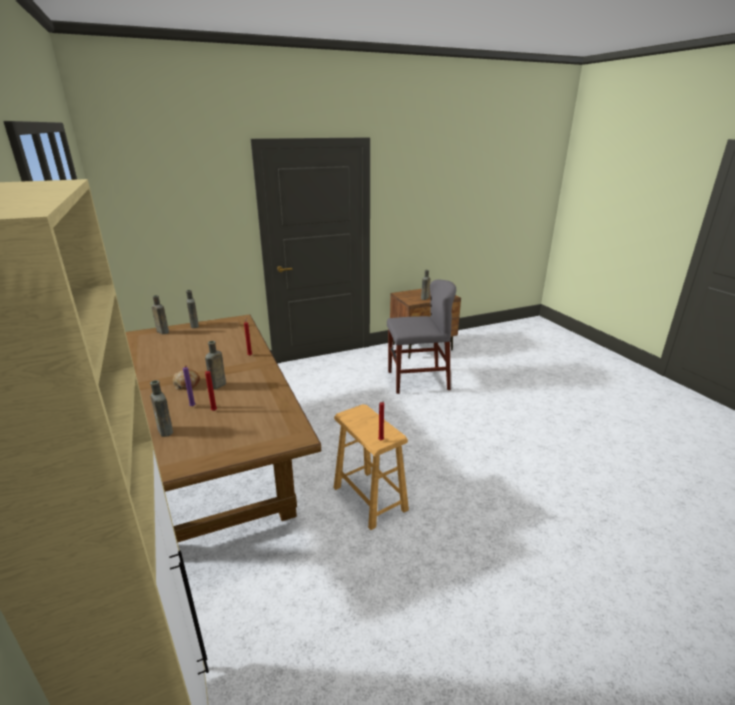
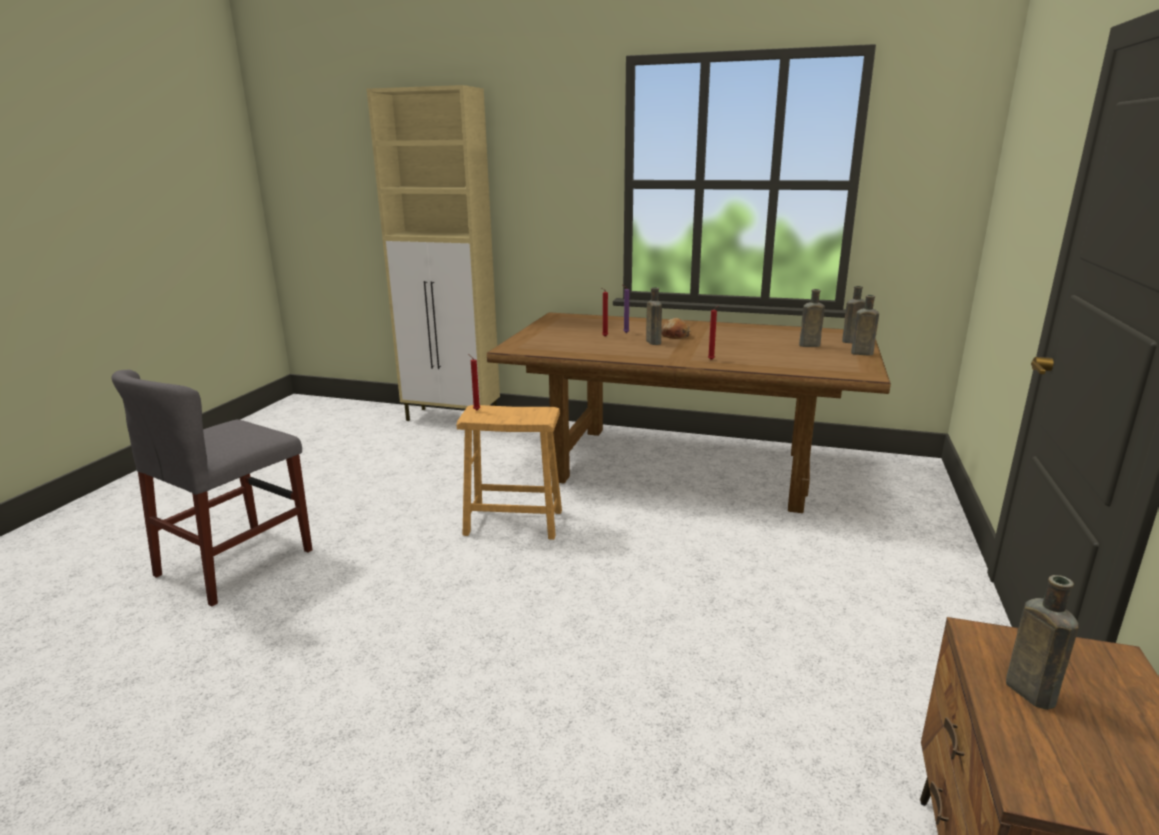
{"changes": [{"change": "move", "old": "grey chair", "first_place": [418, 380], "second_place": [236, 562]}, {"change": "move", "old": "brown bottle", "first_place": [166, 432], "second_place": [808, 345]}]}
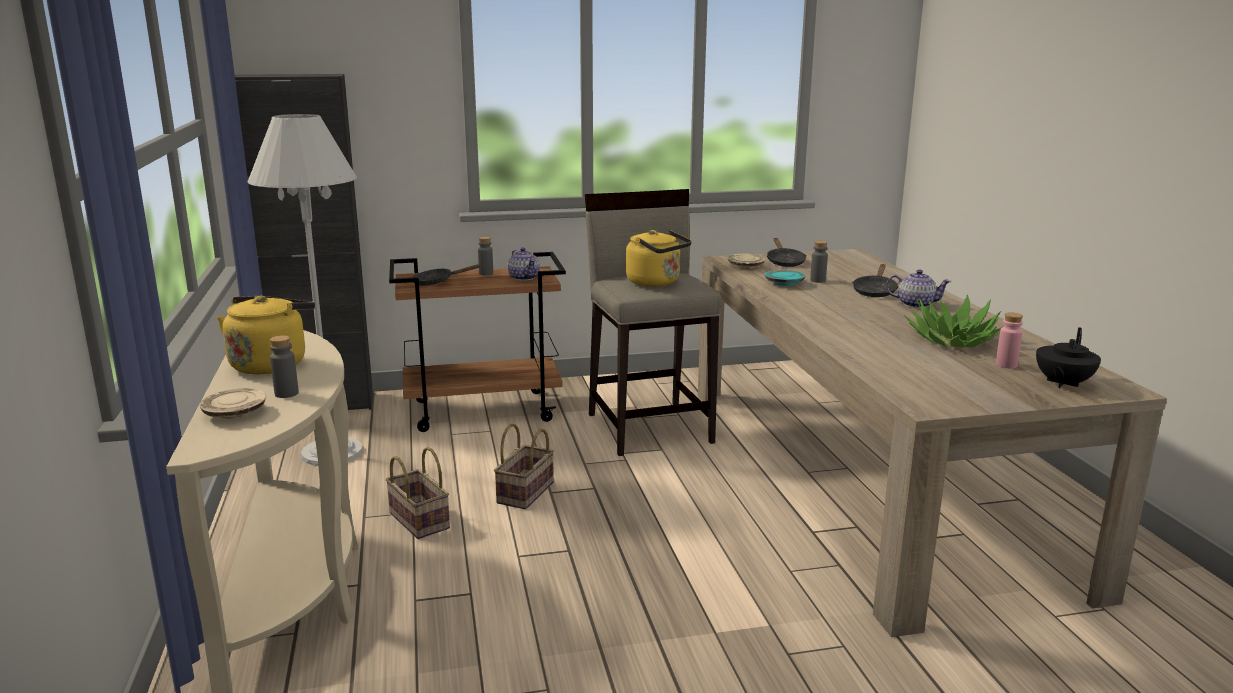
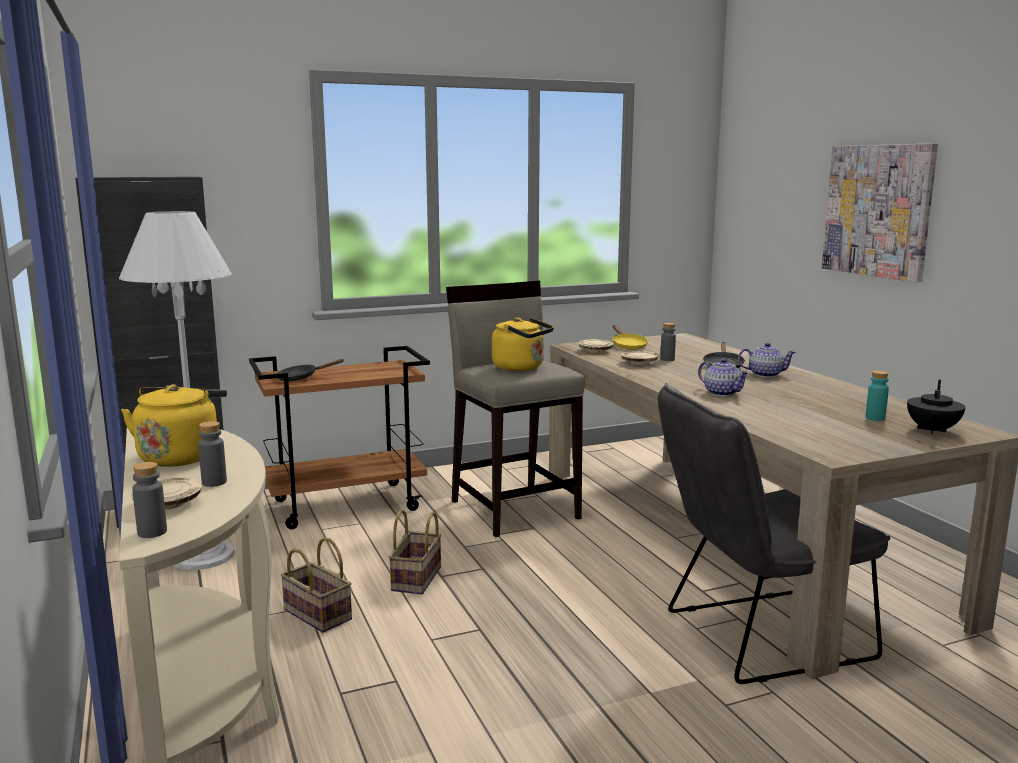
{"changes": [{"change": "move", "old": "grey bottle", "first_place": [486, 273], "second_place": [152, 532]}, {"change": "recolor", "old": "black frying pan", "new": "yellow frying pan", "first_place": [784, 262], "second_place": [627, 346]}, {"change": "recolor", "old": "turquoise plate", "new": "beige plate", "first_place": [784, 283], "second_place": [639, 363]}, {"change": "insert", "new": "grey chair", "second_place": [755, 637]}, {"change": "move", "old": "teapot", "first_place": [524, 277], "second_place": [722, 393]}, {"change": "insert", "new": "picture", "second_place": [878, 210]}, {"change": "recolor", "old": "pink bottle", "new": "turquoise bottle", "first_place": [1006, 365], "second_place": [875, 418]}, {"change": "delete", "old": "potted plant", "first_place": [952, 340]}]}
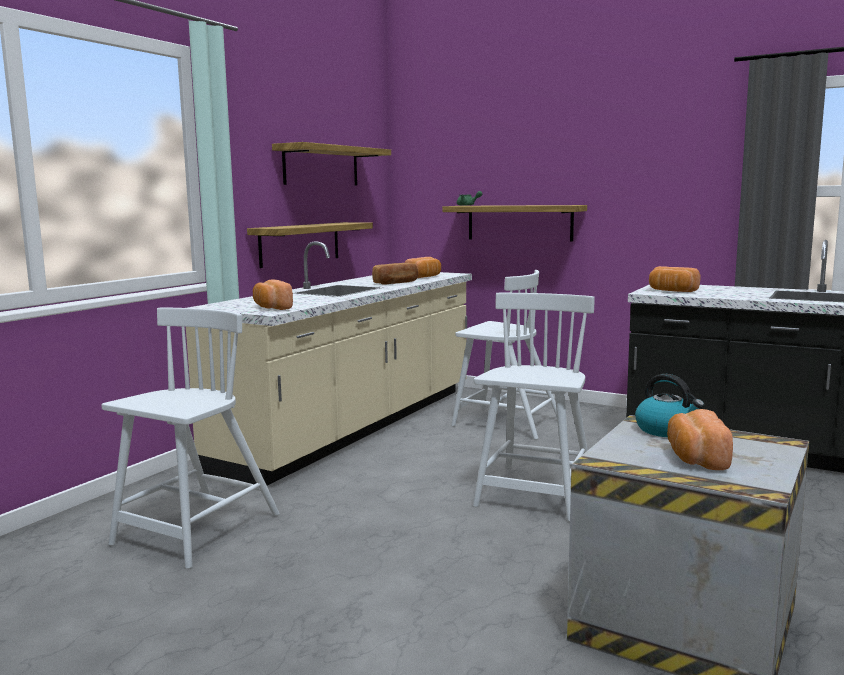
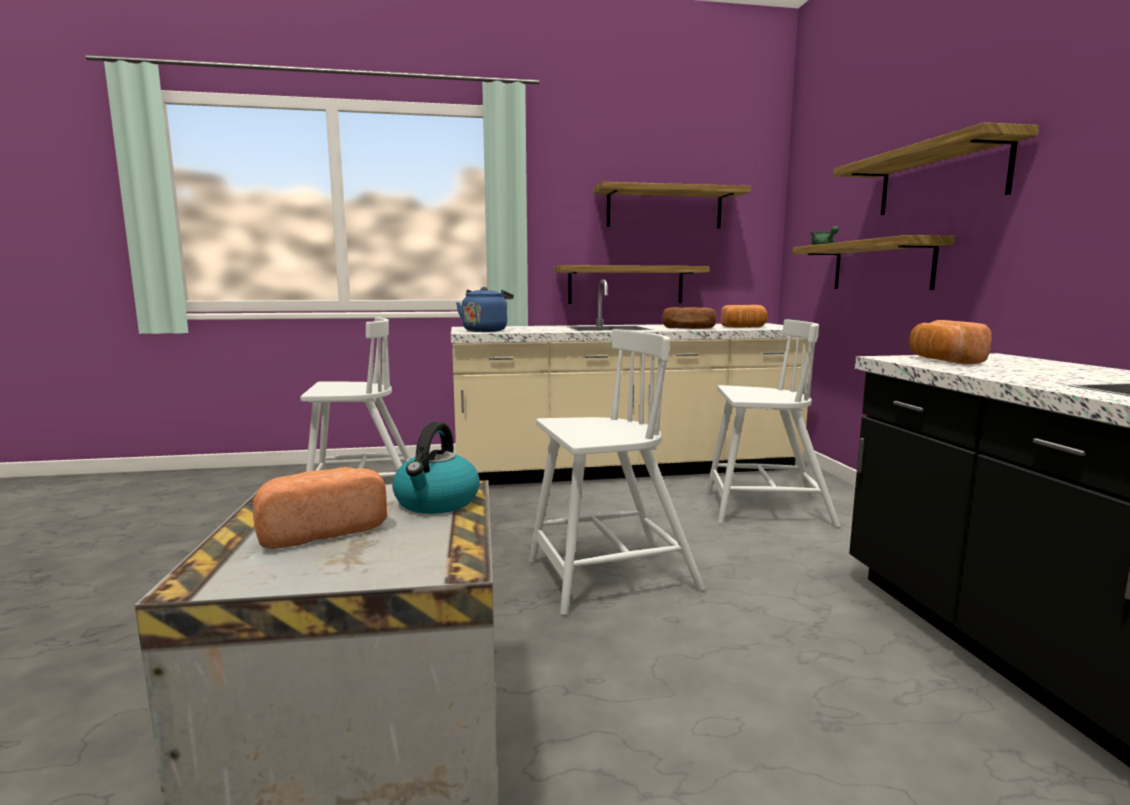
{"changes": [{"change": "replace", "old": "bread", "new": "blue kettle", "first_place": [271, 308], "second_place": [486, 331]}, {"change": "rotate", "old": "white chair", "first_place": [505, 422], "second_place": [764, 509], "degrees": -75}, {"change": "insert", "new": "shelf", "second_place": [940, 178]}]}
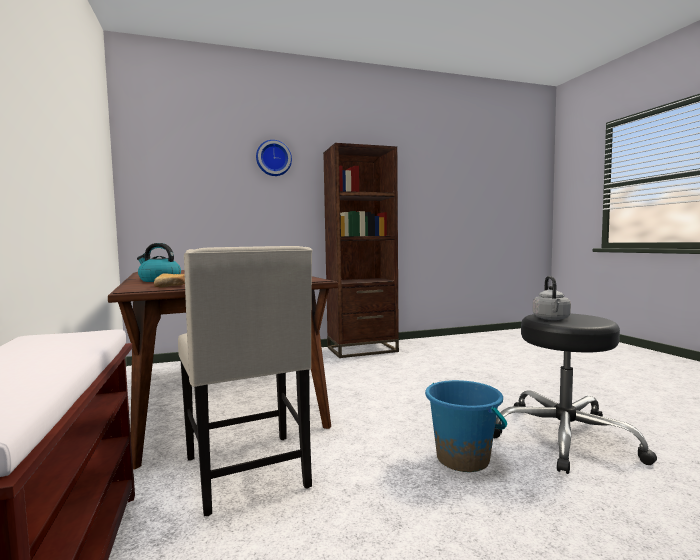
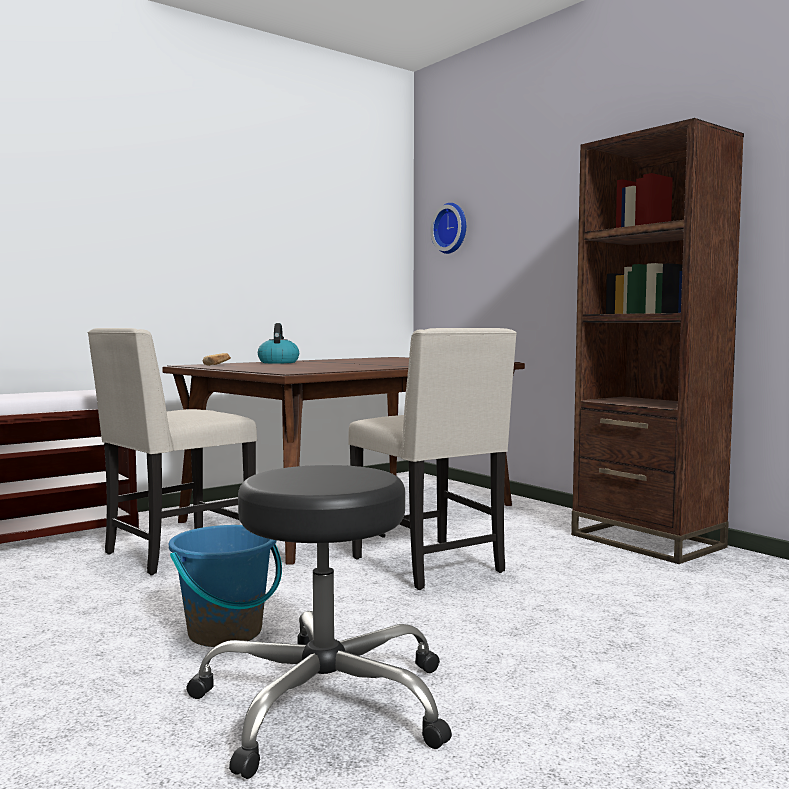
{"changes": [{"change": "insert", "new": "beige chair", "second_place": [431, 565]}, {"change": "move", "old": "wall clock", "first_place": [273, 158], "second_place": [452, 228]}, {"change": "delete", "old": "grey kettle", "first_place": [551, 319]}]}
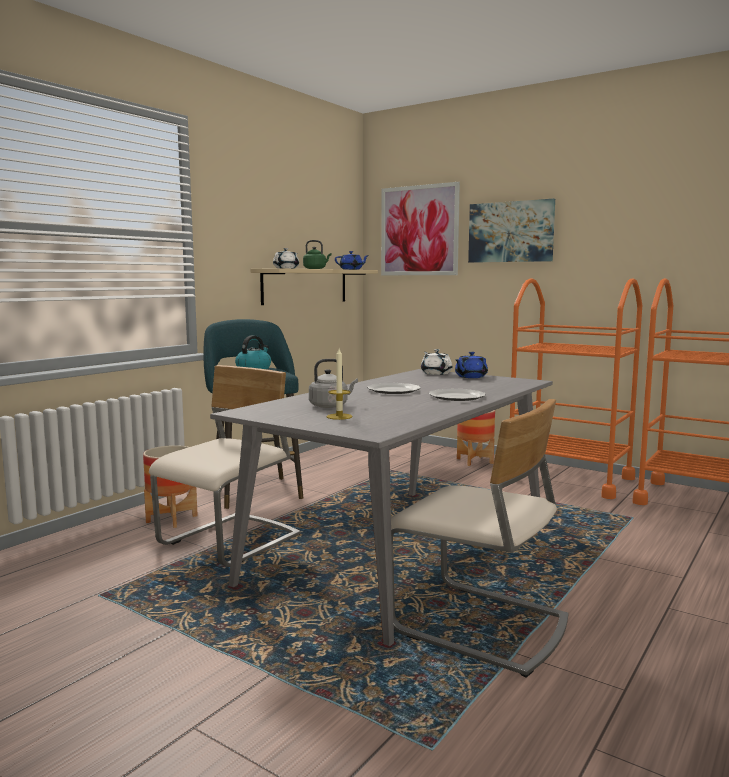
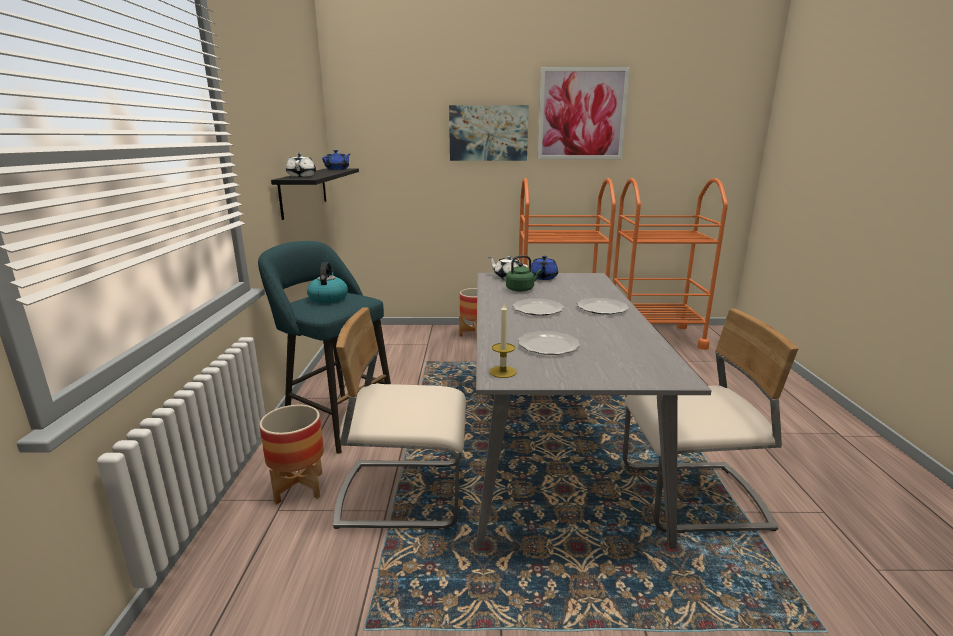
{"changes": [{"change": "recolor", "old": "beige shelf", "new": "black shelf", "first_place": [305, 286], "second_place": [304, 191]}, {"change": "rotate", "old": "beige chair", "first_place": [231, 542], "second_place": [403, 493], "degrees": -90}, {"change": "move", "old": "candle", "first_place": [339, 416], "second_place": [502, 372]}, {"change": "move", "old": "green kettle", "first_place": [316, 269], "second_place": [521, 289]}, {"change": "replace", "old": "grey kettle", "new": "plate", "first_place": [330, 406], "second_place": [548, 345]}, {"change": "move", "old": "picture", "first_place": [419, 230], "second_place": [582, 114]}]}
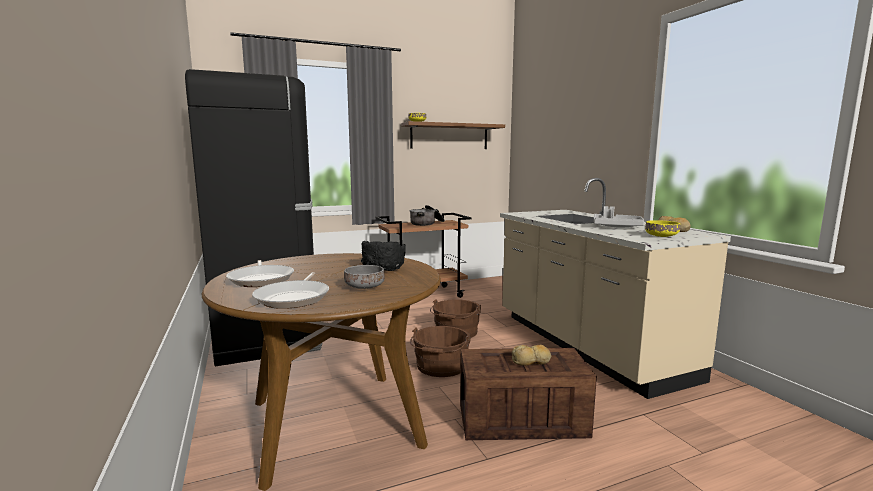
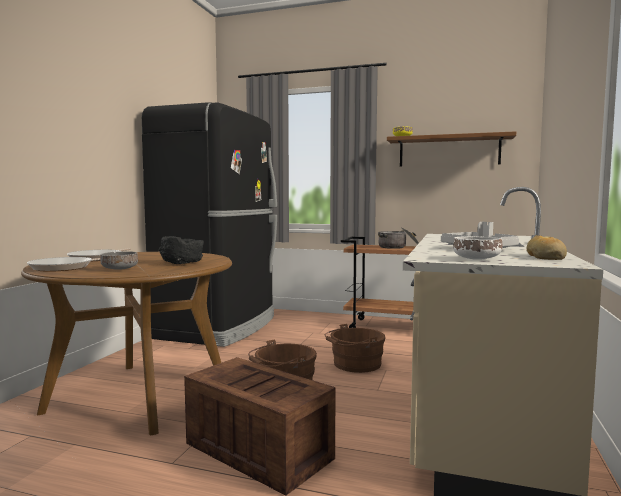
{"changes": [{"change": "recolor", "old": "yellow bowl", "new": "white bowl", "first_place": [660, 236], "second_place": [476, 259]}, {"change": "delete", "old": "bread", "first_place": [531, 361]}]}
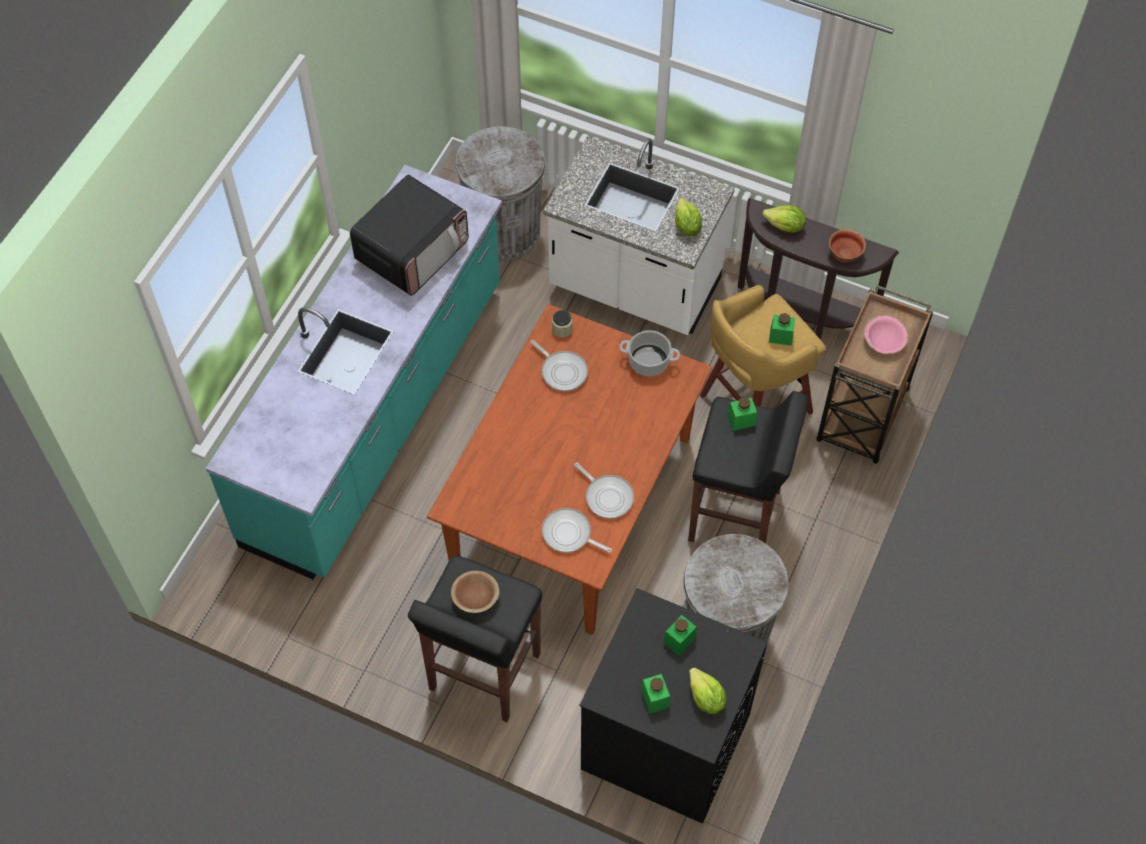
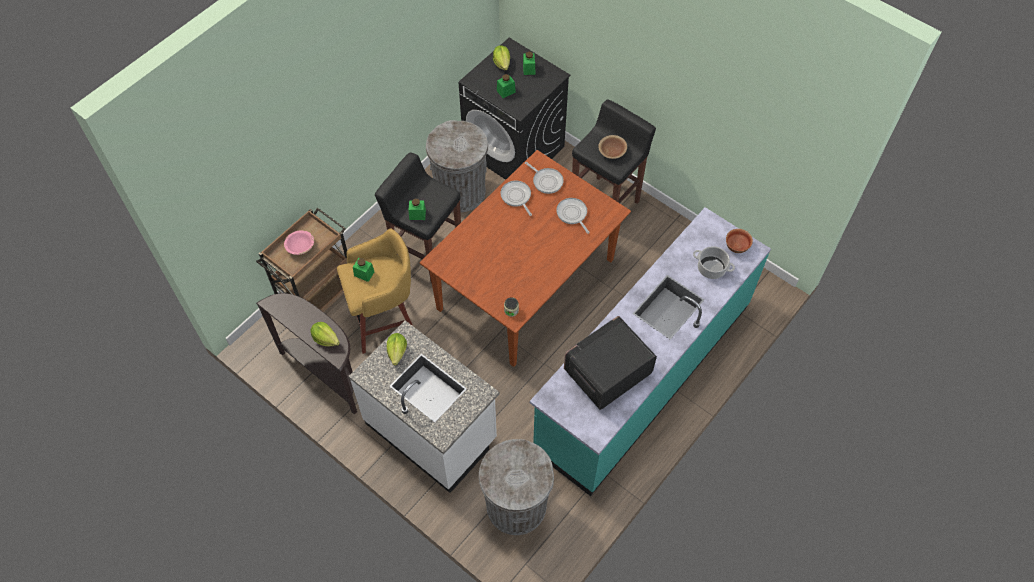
{"changes": [{"change": "move", "old": "frying pan", "first_place": [562, 371], "second_place": [572, 214]}, {"change": "move", "old": "cooking pot", "first_place": [648, 362], "second_place": [711, 268]}, {"change": "move", "old": "bowl", "first_place": [844, 254], "second_place": [737, 247]}]}
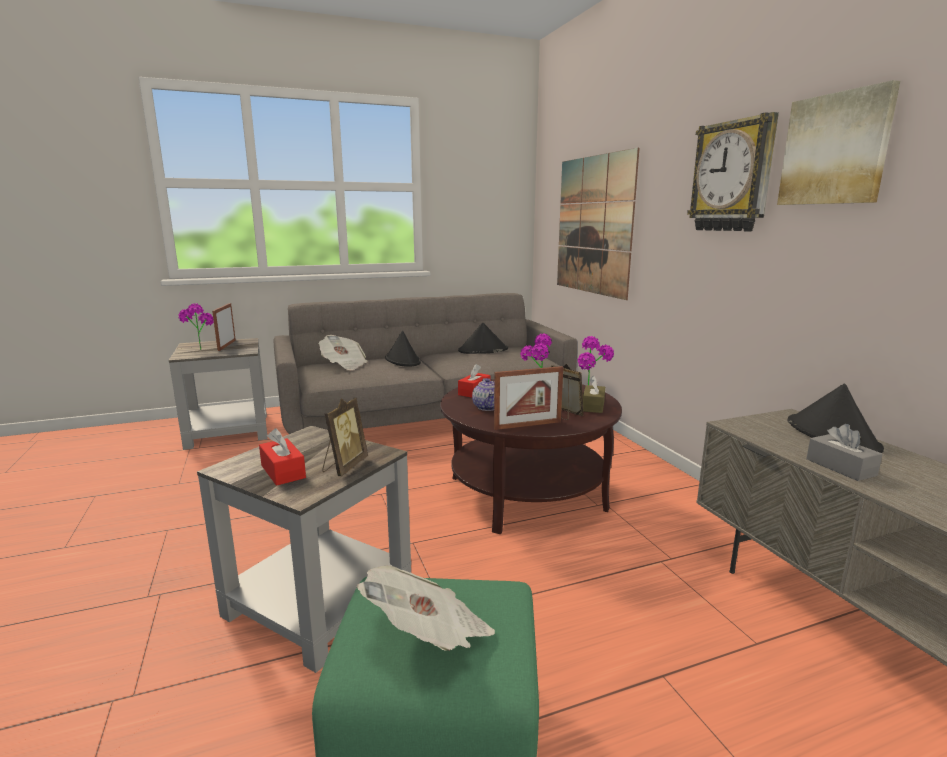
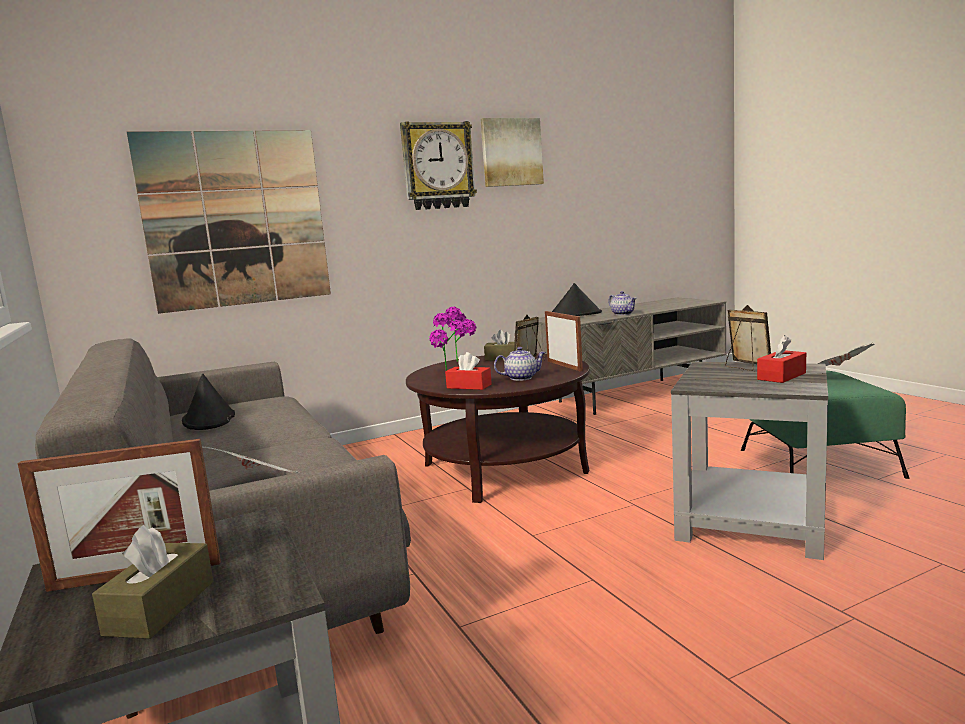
{"changes": [{"change": "replace", "old": "potted plant", "new": "brown tissue box", "first_place": [199, 348], "second_place": [160, 607]}, {"change": "replace", "old": "grey tissue box", "new": "teapot", "first_place": [840, 467], "second_place": [623, 314]}, {"change": "rotate", "old": "picture frame", "first_place": [344, 466], "second_place": [745, 367], "degrees": 45}, {"change": "delete", "old": "black hat", "first_place": [403, 360]}]}
